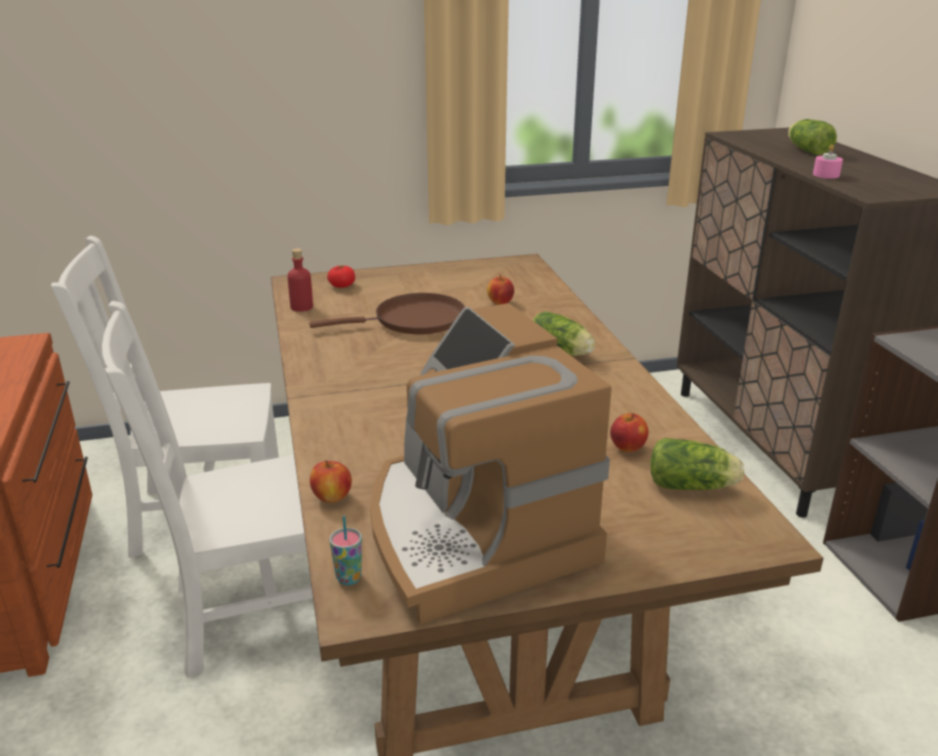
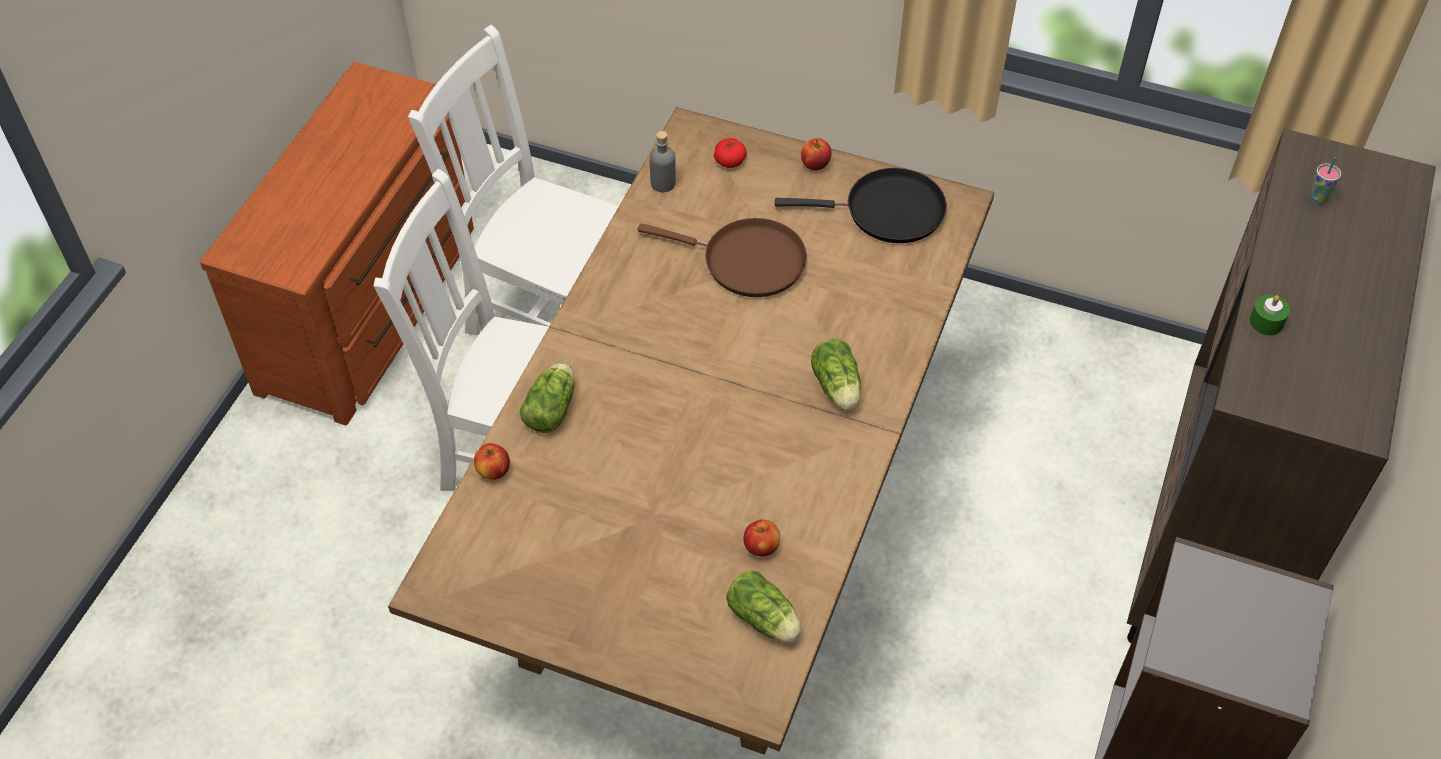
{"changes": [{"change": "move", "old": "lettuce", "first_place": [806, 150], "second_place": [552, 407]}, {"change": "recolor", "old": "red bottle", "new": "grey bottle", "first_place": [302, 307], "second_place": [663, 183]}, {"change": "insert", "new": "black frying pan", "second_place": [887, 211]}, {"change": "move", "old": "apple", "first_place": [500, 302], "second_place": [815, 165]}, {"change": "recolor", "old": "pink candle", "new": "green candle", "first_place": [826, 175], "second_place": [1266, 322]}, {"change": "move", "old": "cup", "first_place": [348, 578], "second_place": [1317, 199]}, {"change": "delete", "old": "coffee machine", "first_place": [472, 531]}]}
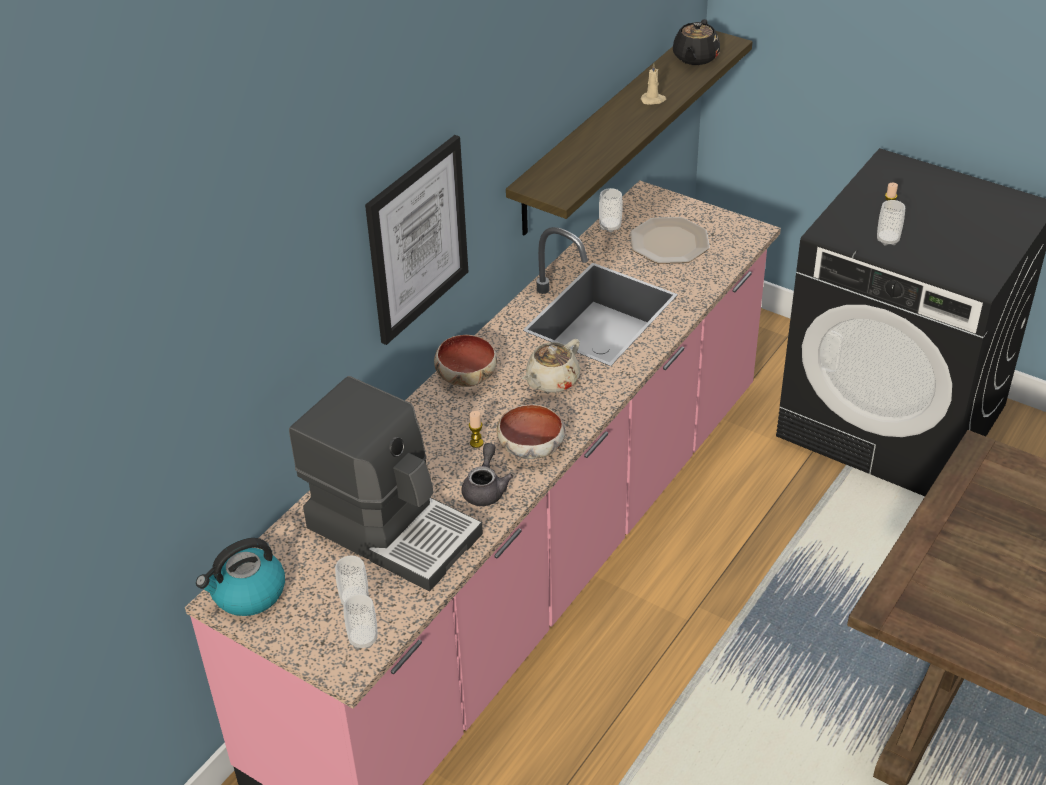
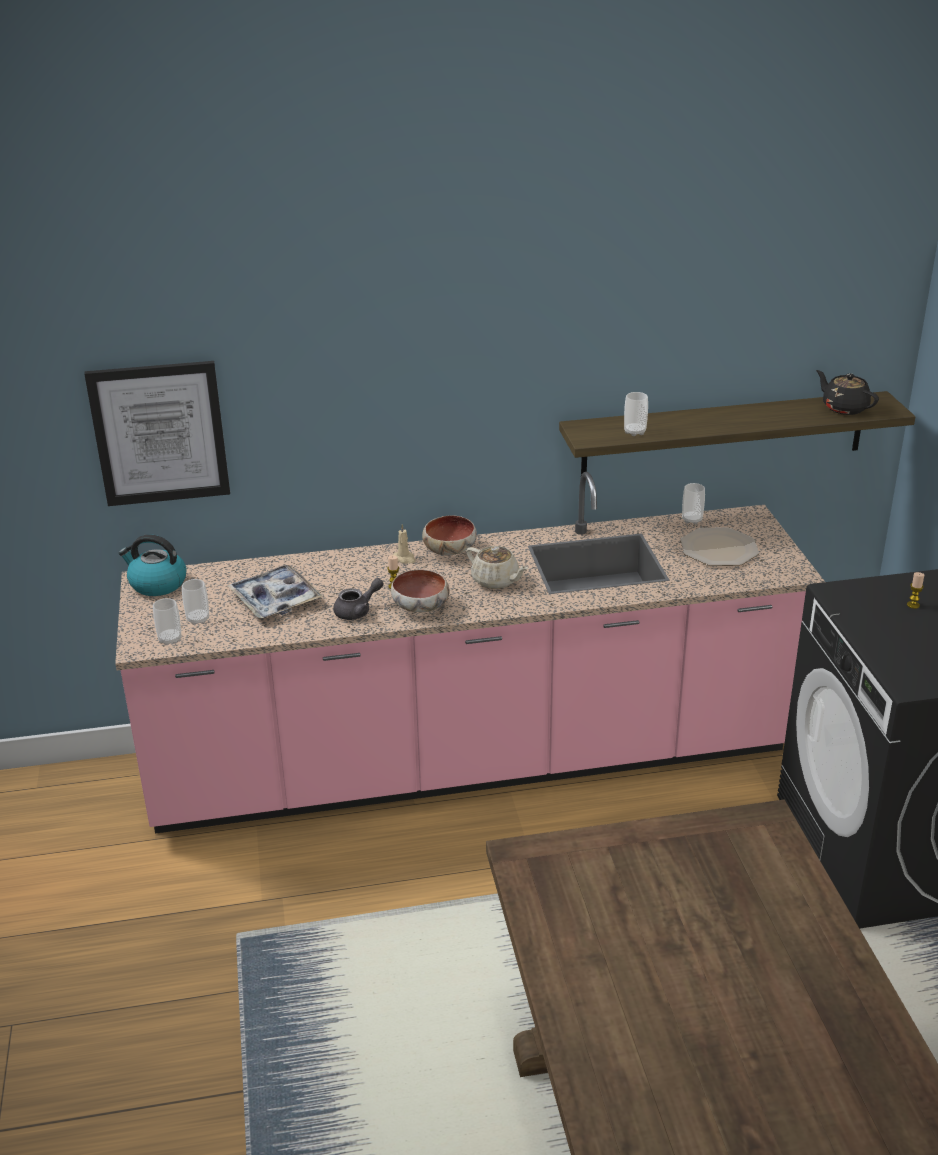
{"changes": [{"change": "move", "old": "picture", "first_place": [417, 239], "second_place": [160, 433]}, {"change": "replace", "old": "coffee machine", "new": "tray", "first_place": [393, 528], "second_place": [275, 599]}, {"change": "move", "old": "beige candle", "first_place": [653, 100], "second_place": [404, 559]}, {"change": "rotate", "old": "beige teapot", "first_place": [551, 381], "second_place": [496, 581], "degrees": -135}, {"change": "move", "old": "cup", "first_place": [887, 240], "second_place": [634, 432]}, {"change": "rotate", "old": "black teapot", "first_place": [695, 58], "second_place": [844, 408], "degrees": 75}]}
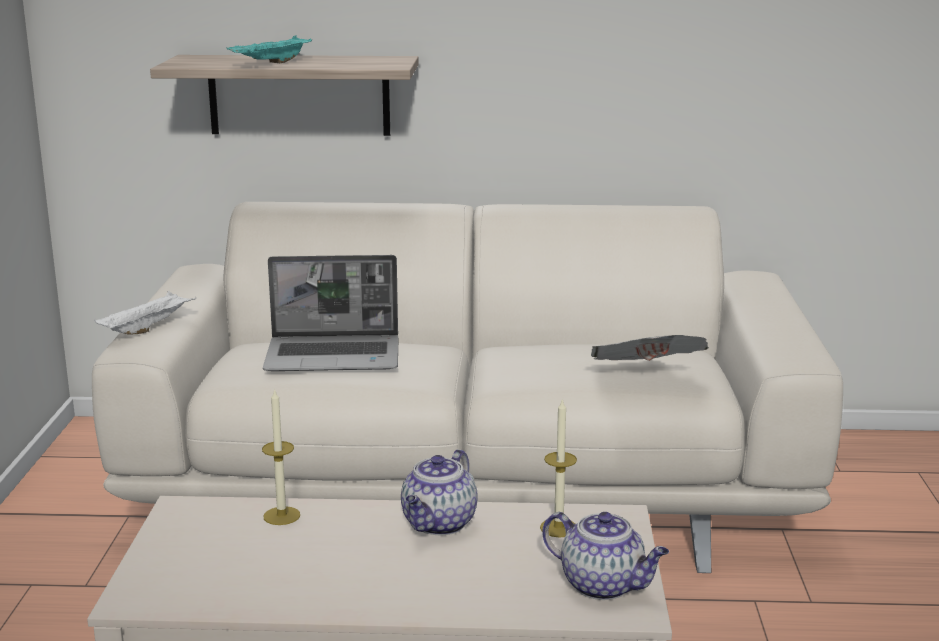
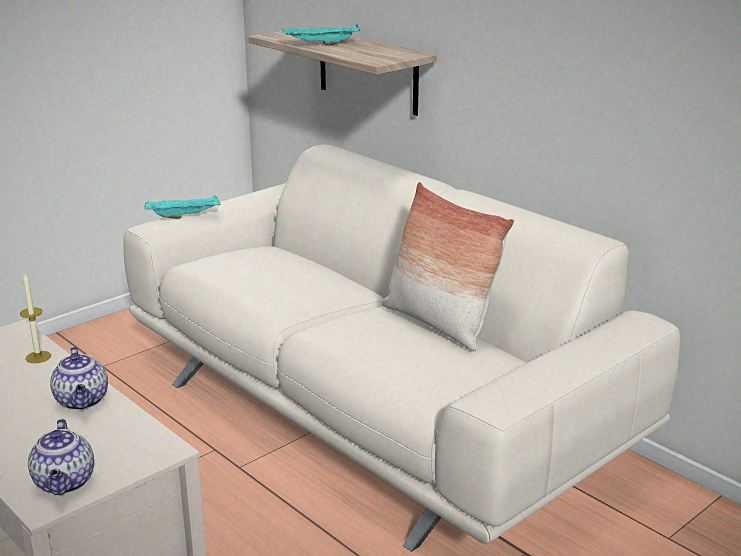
{"changes": [{"change": "rotate", "old": "teapot", "first_place": [439, 524], "second_place": [82, 401], "degrees": -90}, {"change": "recolor", "old": "white tray", "new": "turquoise tray", "first_place": [147, 328], "second_place": [185, 216]}, {"change": "insert", "new": "pillow", "second_place": [439, 324]}, {"change": "delete", "old": "laptop", "first_place": [335, 356]}, {"change": "delete", "old": "candle", "first_place": [558, 528]}, {"change": "delete", "old": "newspaper", "first_place": [646, 380]}]}
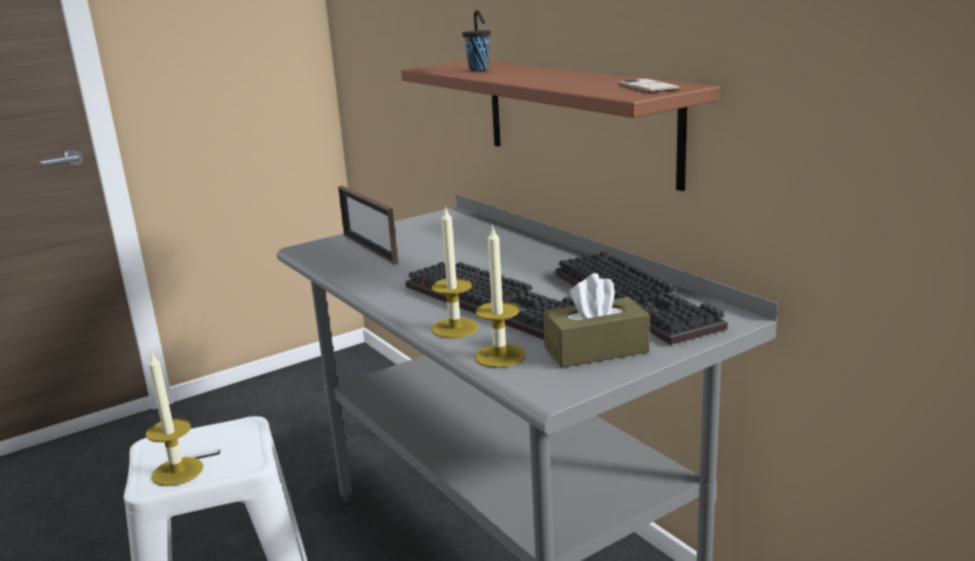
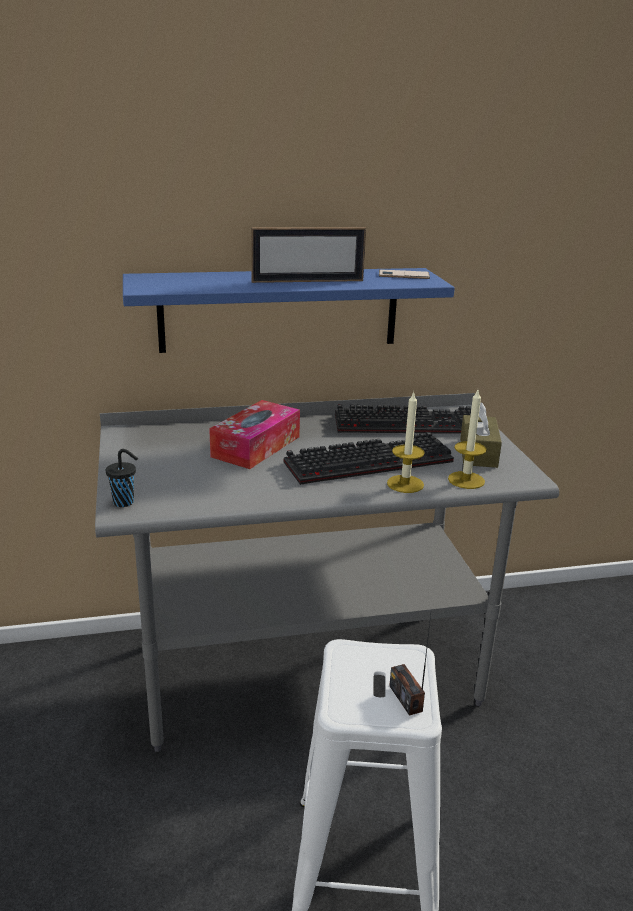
{"changes": [{"change": "move", "old": "black cup", "first_place": [479, 70], "second_place": [125, 502]}, {"change": "recolor", "old": "brown shelf", "new": "blue shelf", "first_place": [577, 118], "second_place": [279, 309]}, {"change": "insert", "new": "tissue box", "second_place": [256, 446]}, {"change": "move", "old": "picture frame", "first_place": [369, 249], "second_place": [307, 281]}, {"change": "replace", "old": "candle", "new": "radio", "first_place": [177, 471], "second_place": [406, 698]}]}
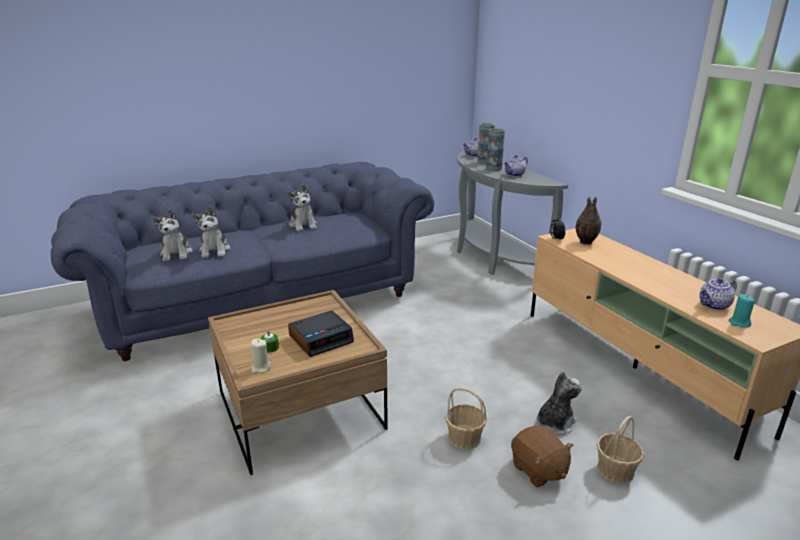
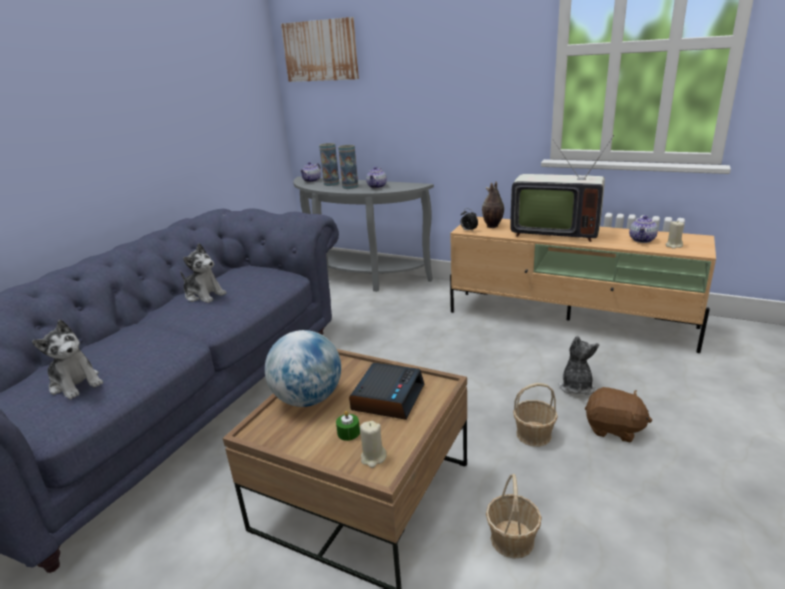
{"changes": [{"change": "insert", "new": "globe", "second_place": [308, 399]}, {"change": "insert", "new": "picture", "second_place": [320, 51]}, {"change": "move", "old": "basket", "first_place": [616, 470], "second_place": [512, 539]}, {"change": "insert", "new": "television", "second_place": [553, 232]}, {"change": "recolor", "old": "turquoise candle", "new": "beige candle", "first_place": [739, 323], "second_place": [673, 245]}, {"change": "delete", "old": "plush toy", "first_place": [215, 250]}]}
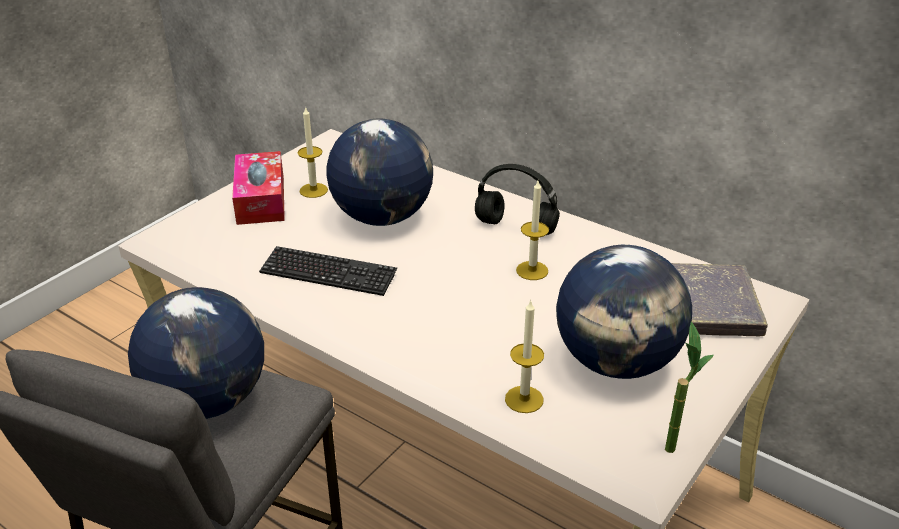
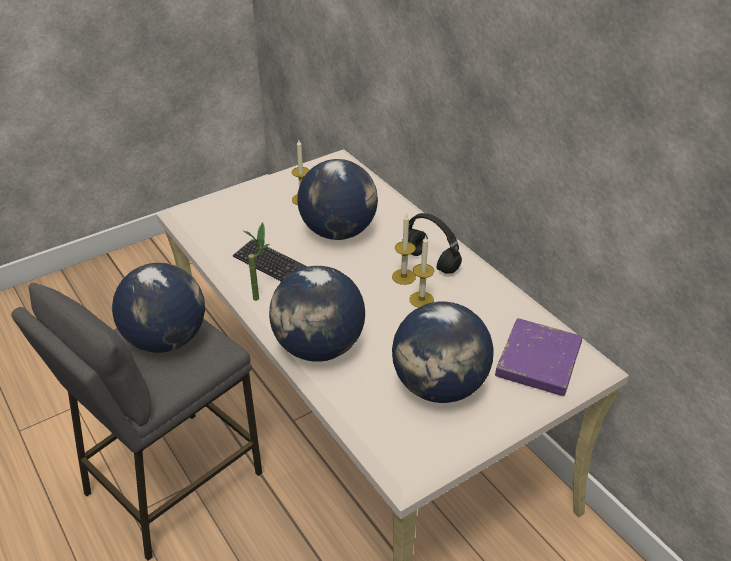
{"changes": [{"change": "move", "old": "potted plant", "first_place": [672, 442], "second_place": [261, 295]}, {"change": "insert", "new": "globe", "second_place": [319, 348]}, {"change": "move", "old": "candle", "first_place": [524, 399], "second_place": [403, 277]}, {"change": "recolor", "old": "grey book", "new": "purple book", "first_place": [709, 306], "second_place": [538, 361]}, {"change": "delete", "old": "tissue box", "first_place": [261, 199]}]}
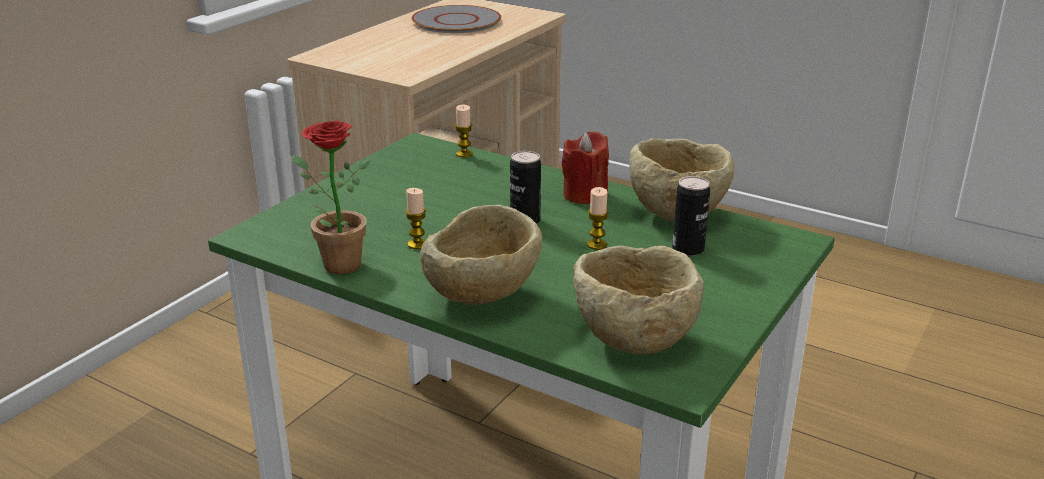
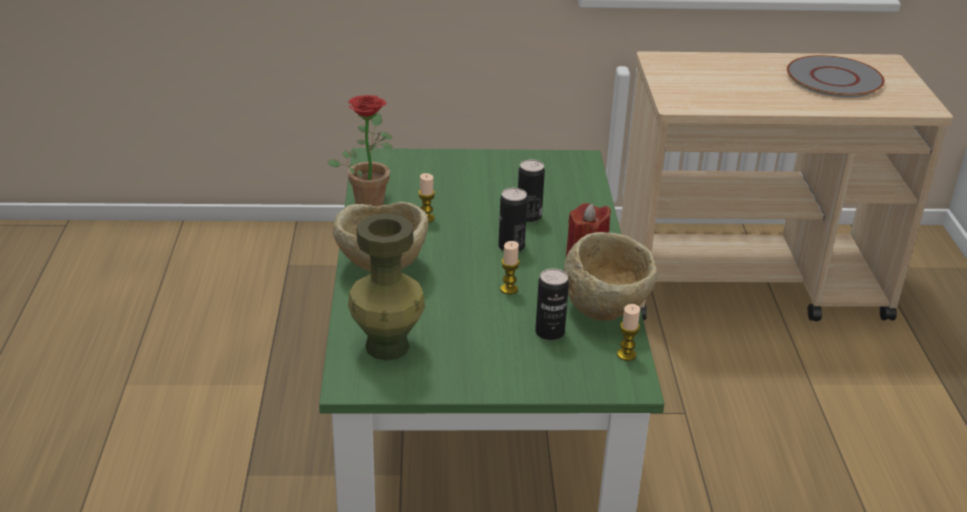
{"changes": [{"change": "replace", "old": "beige bowl", "new": "green vase", "first_place": [633, 339], "second_place": [388, 346]}, {"change": "insert", "new": "can", "second_place": [529, 216]}, {"change": "move", "old": "candle", "first_place": [464, 154], "second_place": [626, 354]}]}
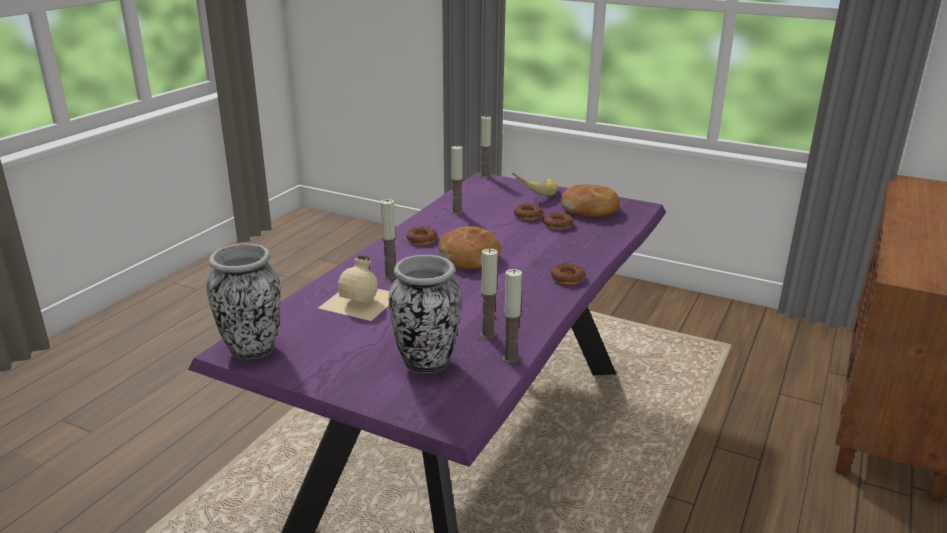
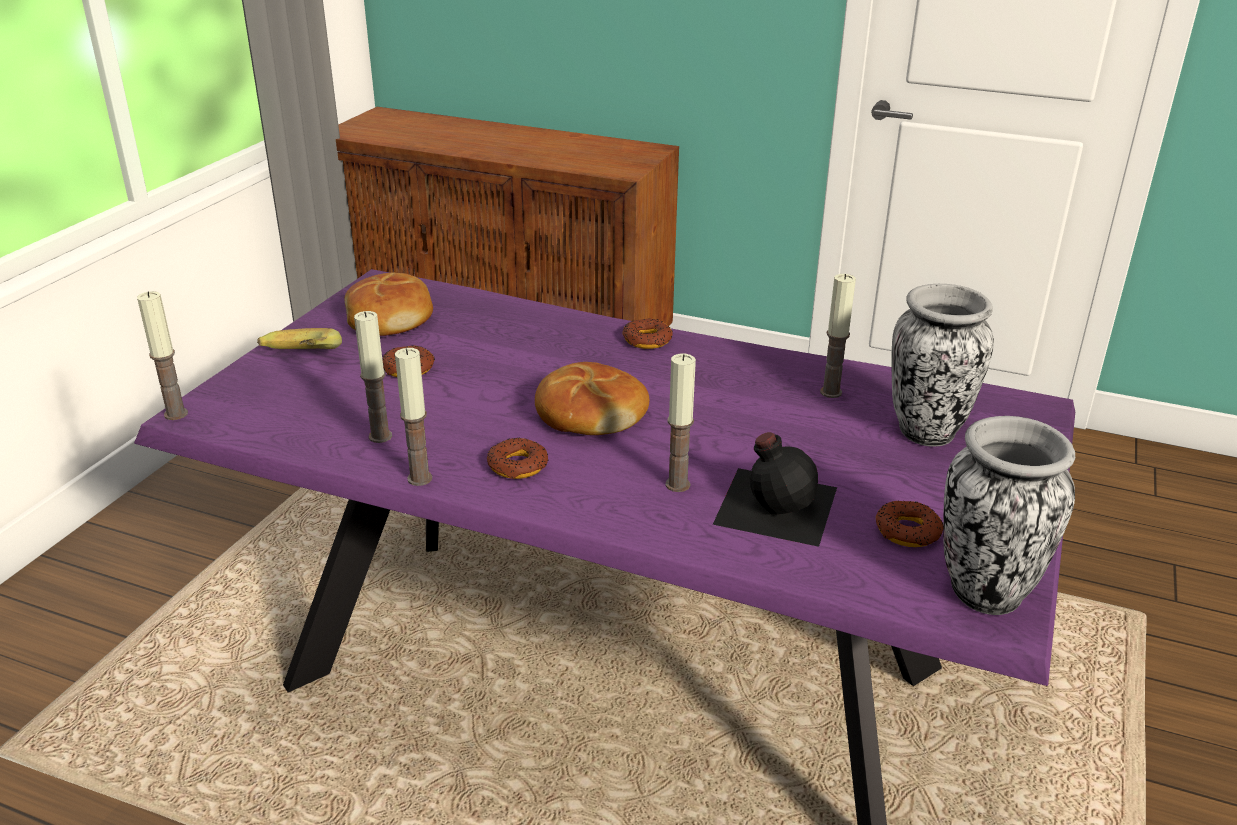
{"changes": [{"change": "move", "old": "candle", "first_place": [510, 359], "second_place": [419, 478]}, {"change": "recolor", "old": "beige bottle", "new": "black bottle", "first_place": [361, 300], "second_place": [775, 504]}, {"change": "move", "old": "donut", "first_place": [557, 225], "second_place": [907, 531]}]}
